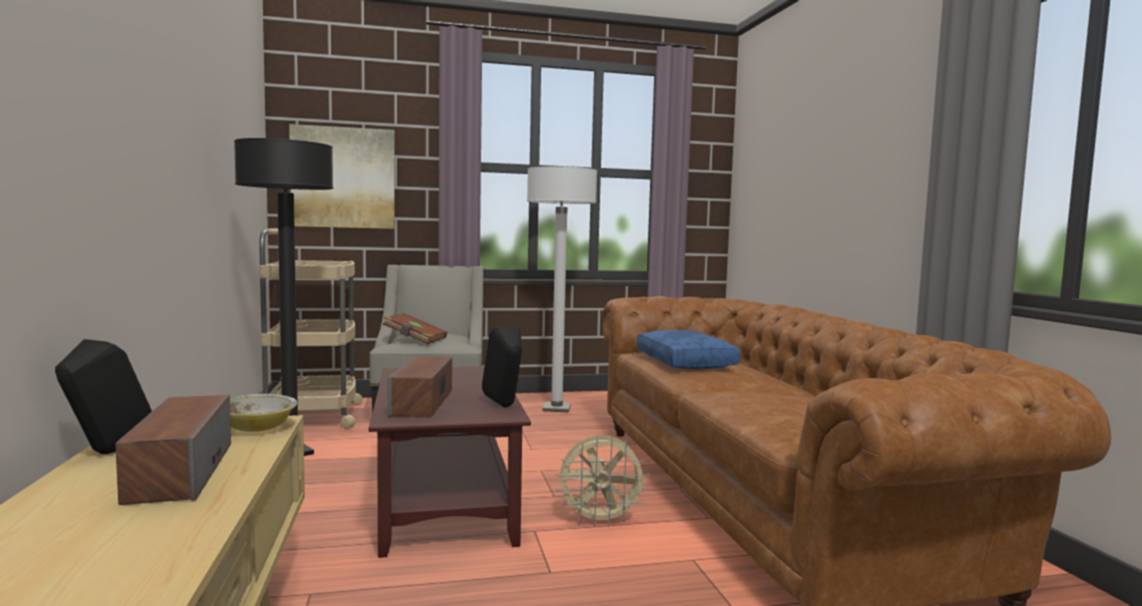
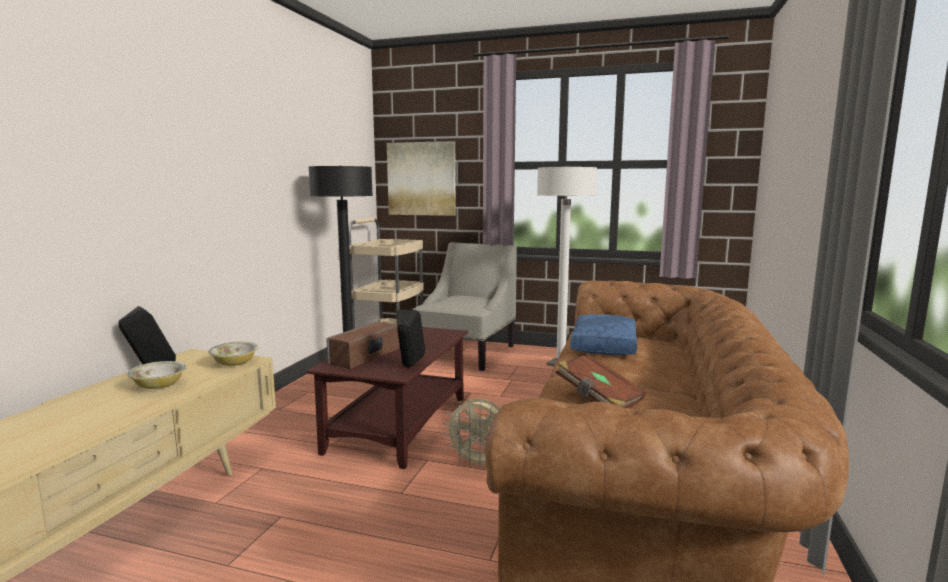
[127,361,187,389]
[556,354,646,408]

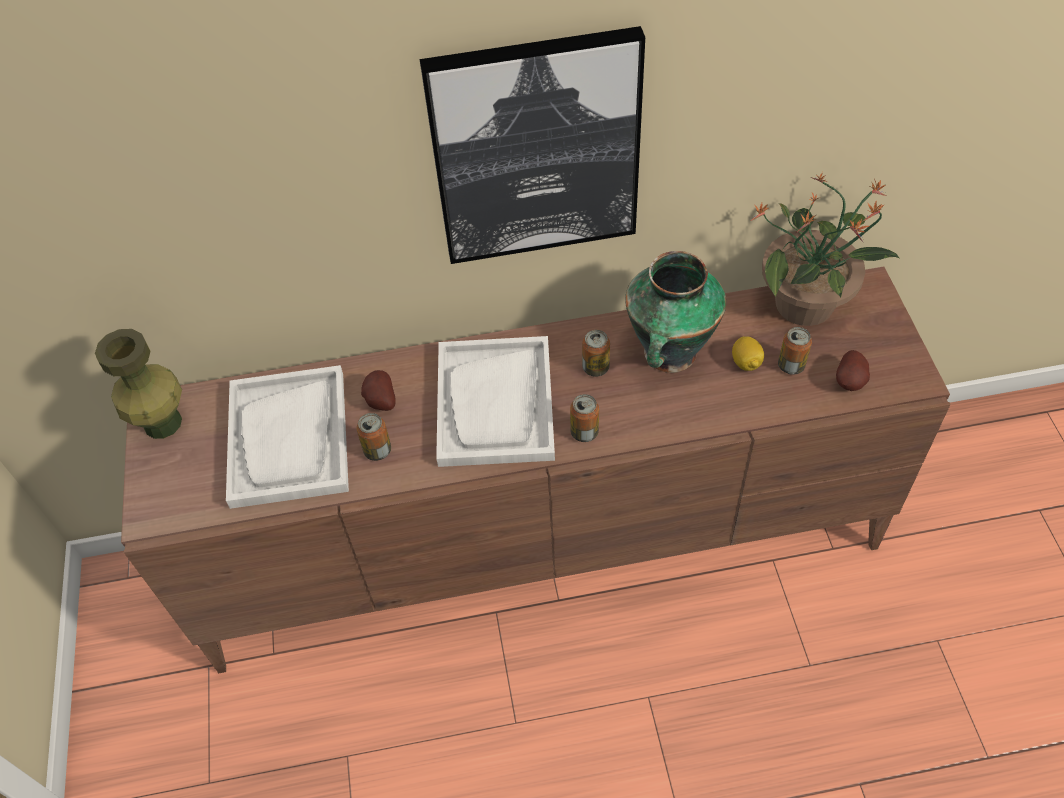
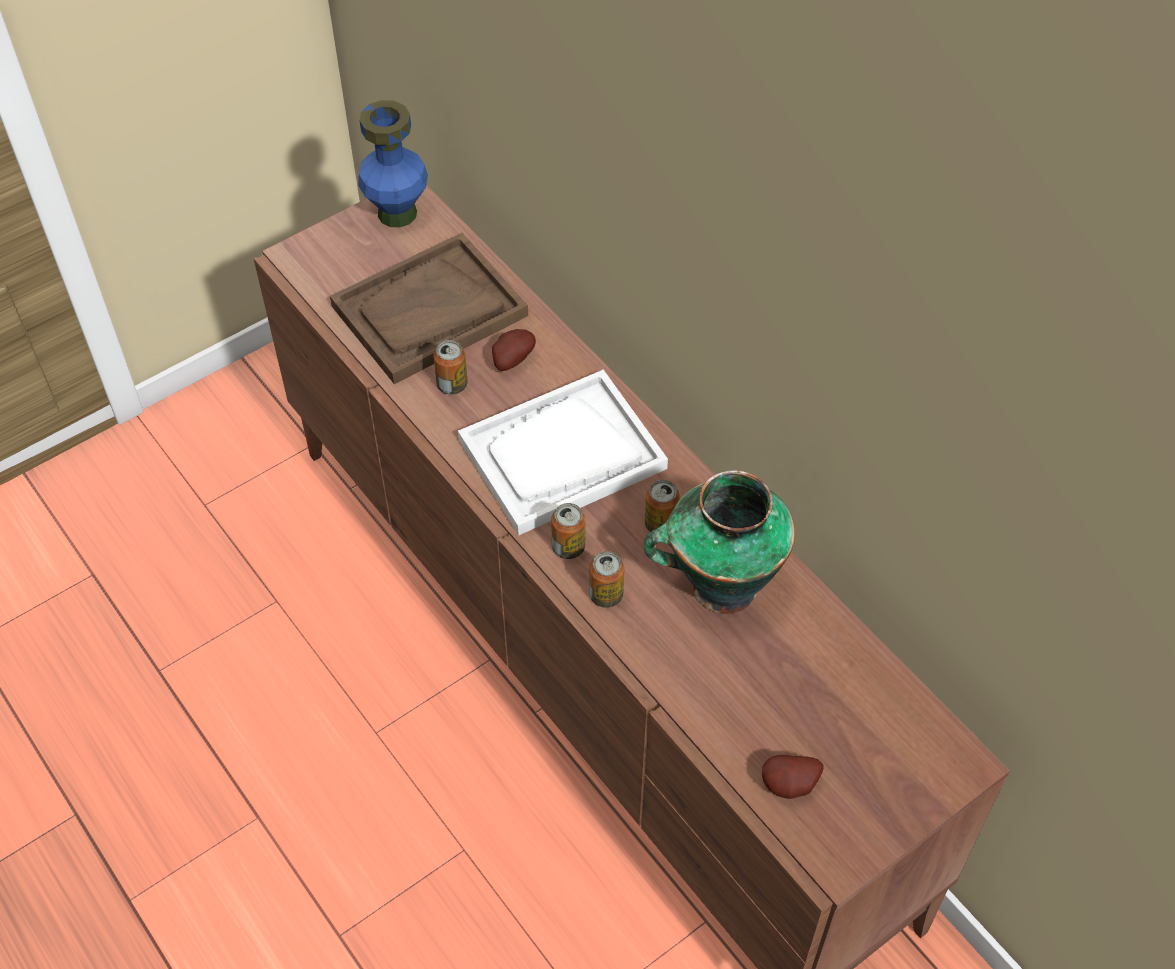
[358,100,428,227]
[330,233,528,384]
[419,26,645,264] (first image)
[732,336,764,371] (first image)
[751,172,899,326] (first image)
[589,551,624,608]

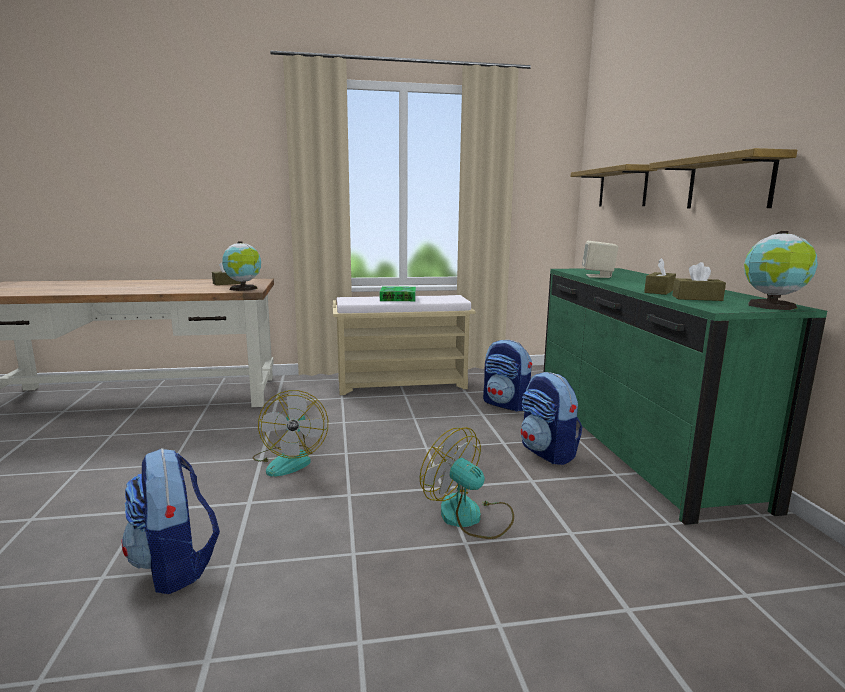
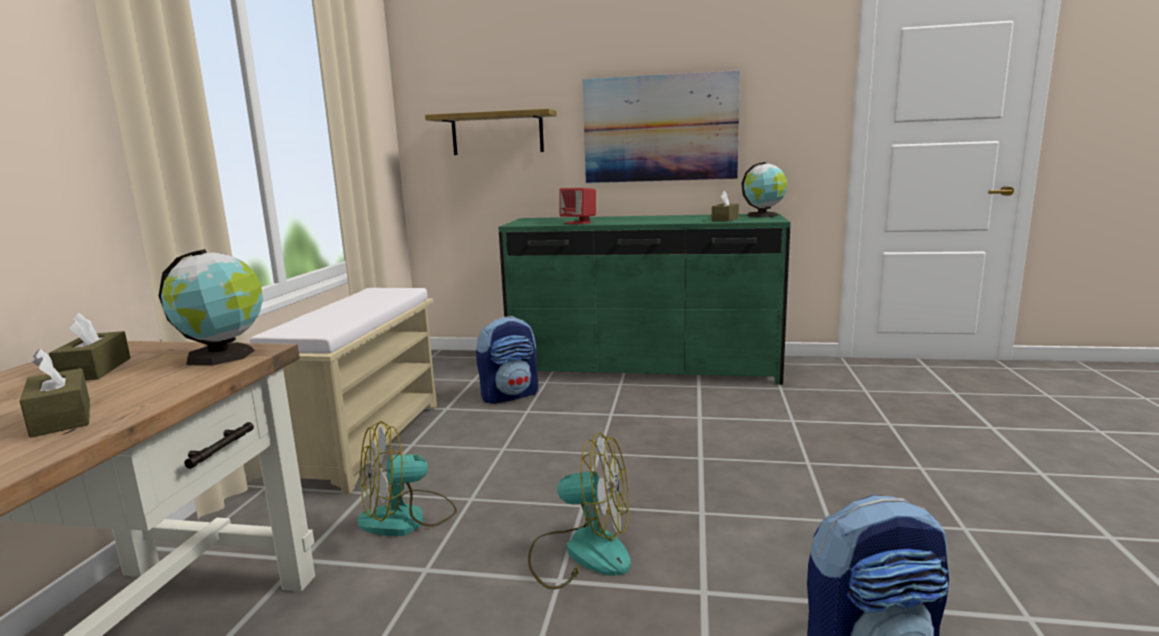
[380,286,416,301] (first image)
[357,421,457,536]
[521,372,582,465] (first image)
[559,188,596,224]
[20,349,90,438]
[583,70,740,183]

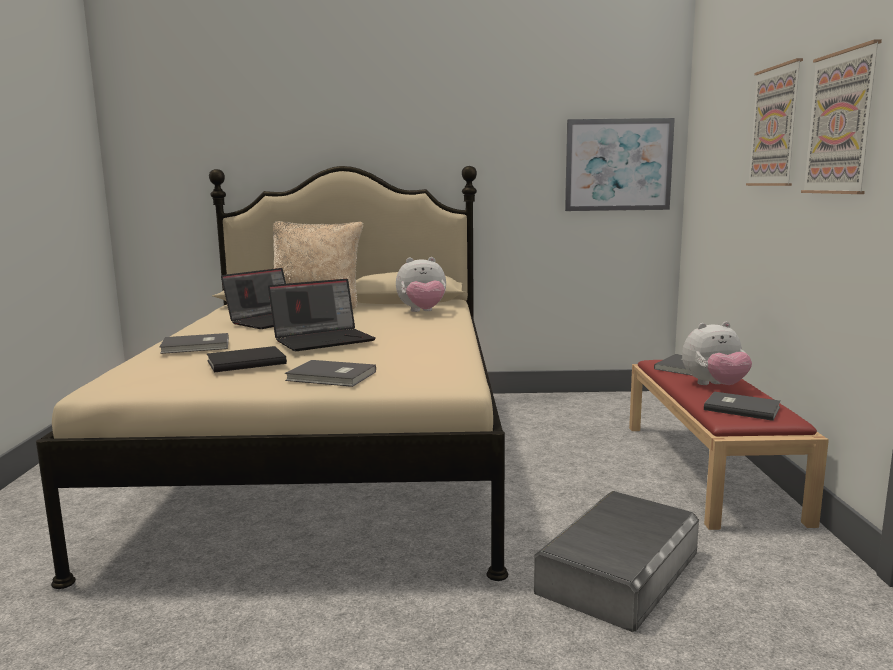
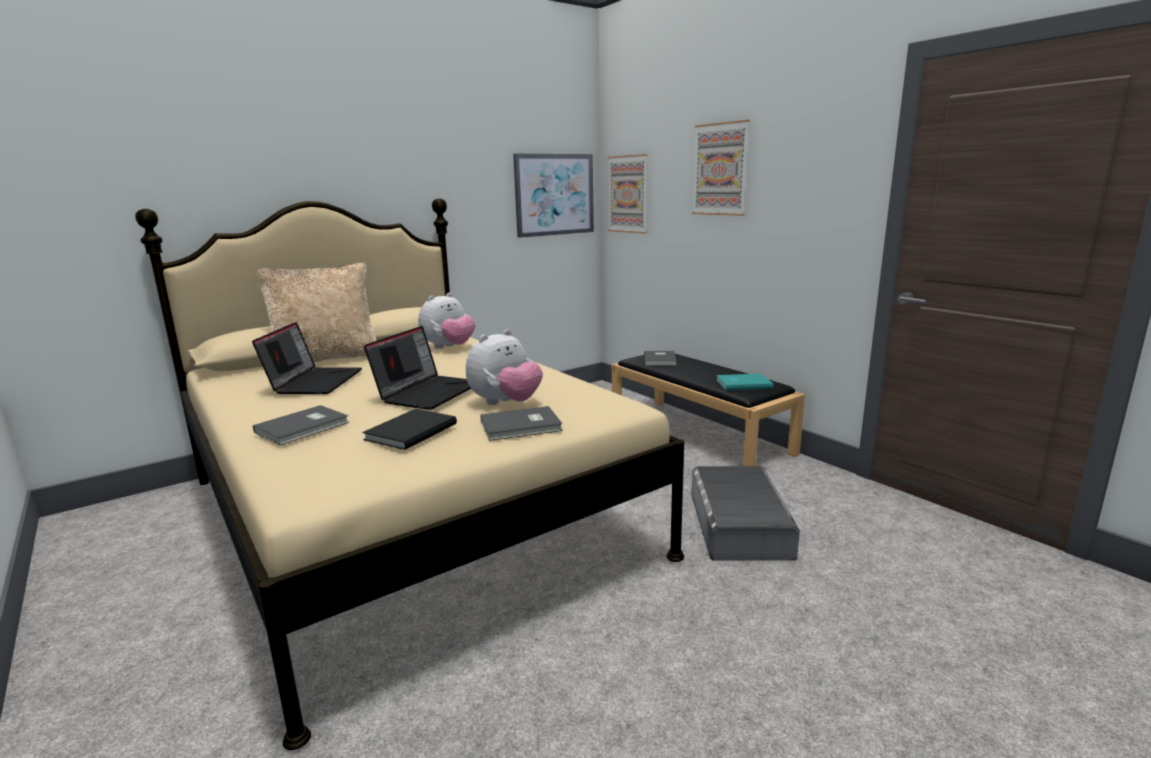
[612,354,805,466]
[466,329,543,405]
[716,373,773,390]
[608,154,648,234]

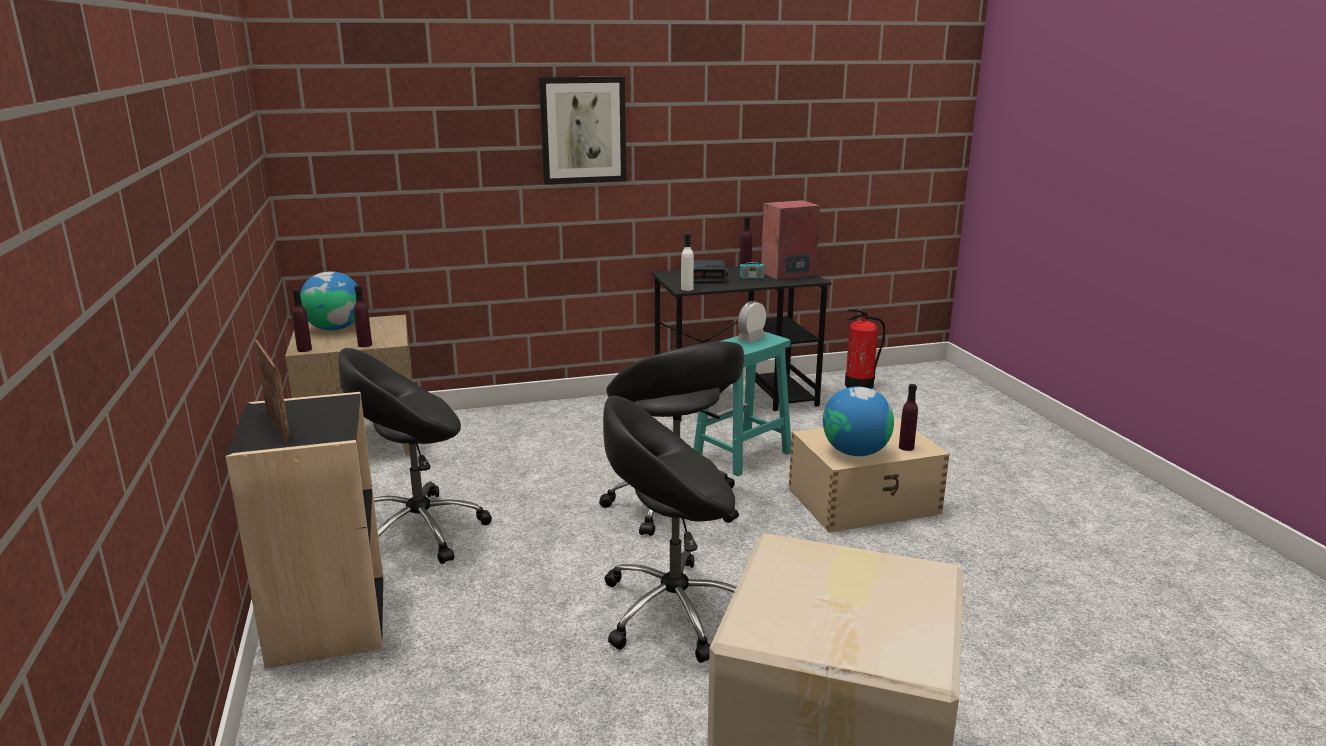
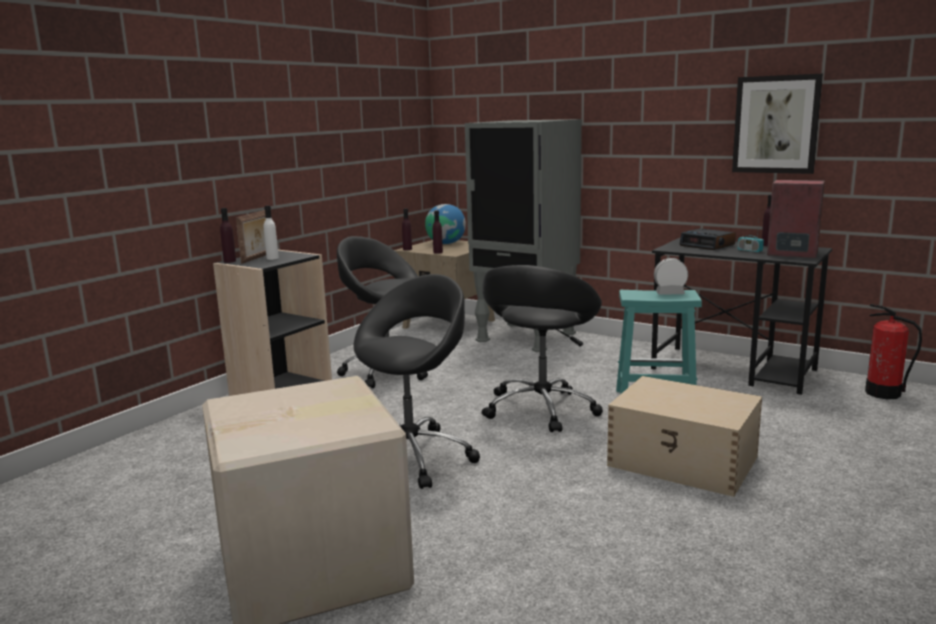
[732,74,823,174]
[353,274,480,489]
[264,205,279,260]
[823,387,894,456] (first image)
[220,208,236,263]
[465,119,582,352]

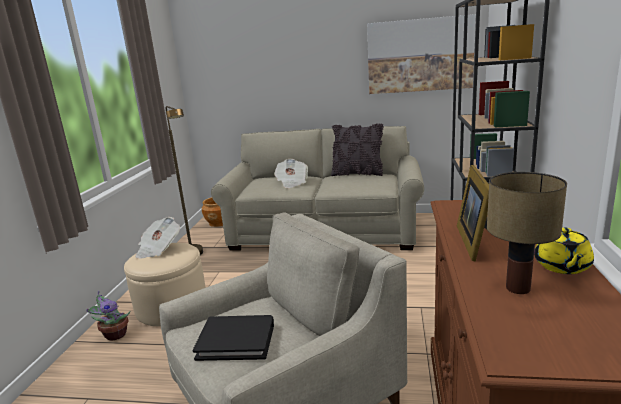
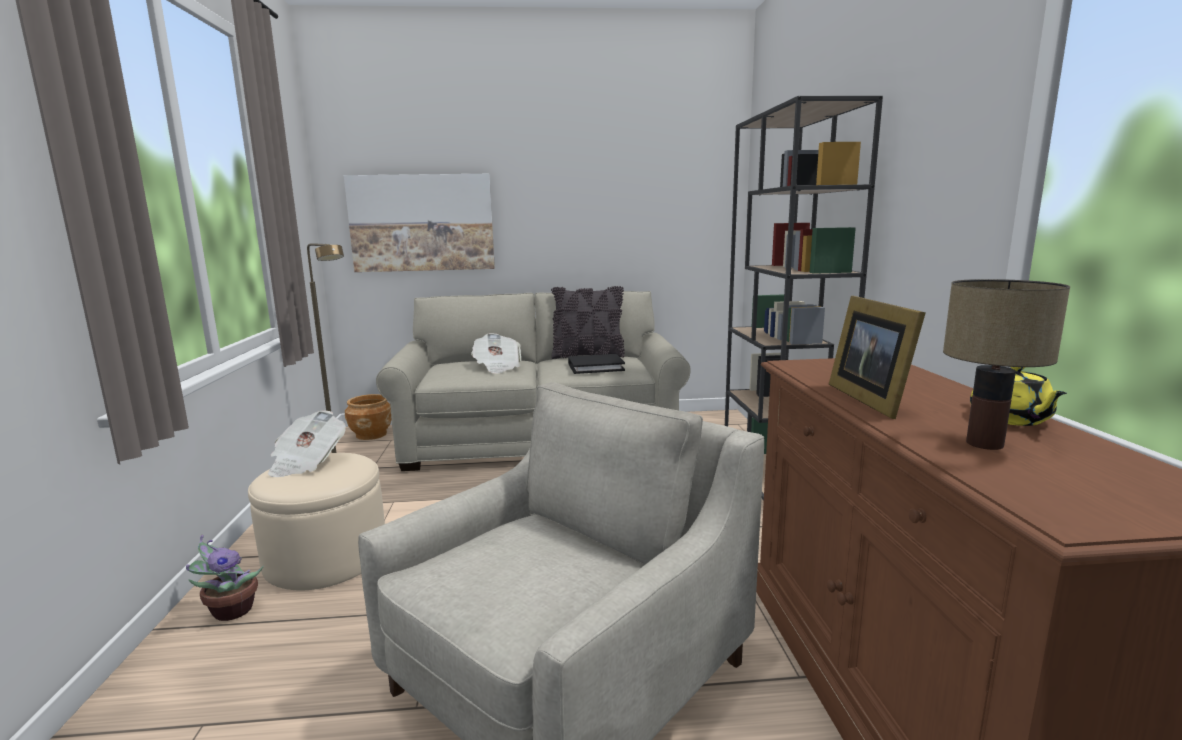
[568,354,625,374]
[344,174,495,272]

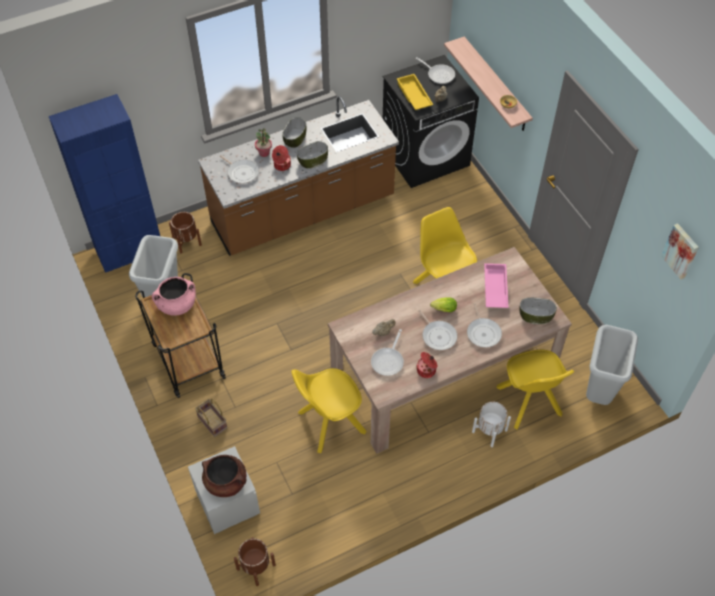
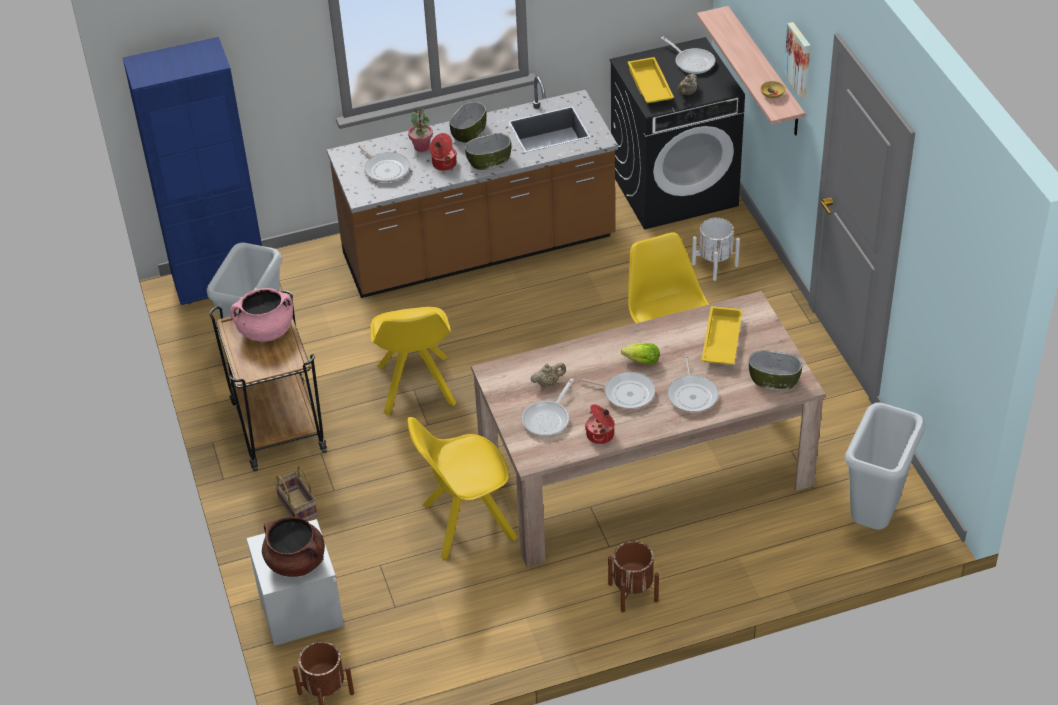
[608,541,659,612]
[579,372,655,409]
[692,218,740,281]
[701,306,743,365]
[370,307,457,415]
[784,22,811,98]

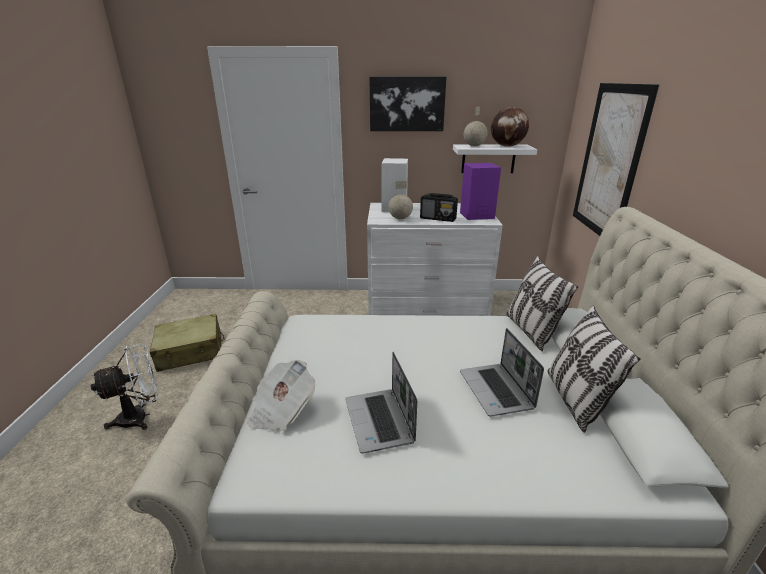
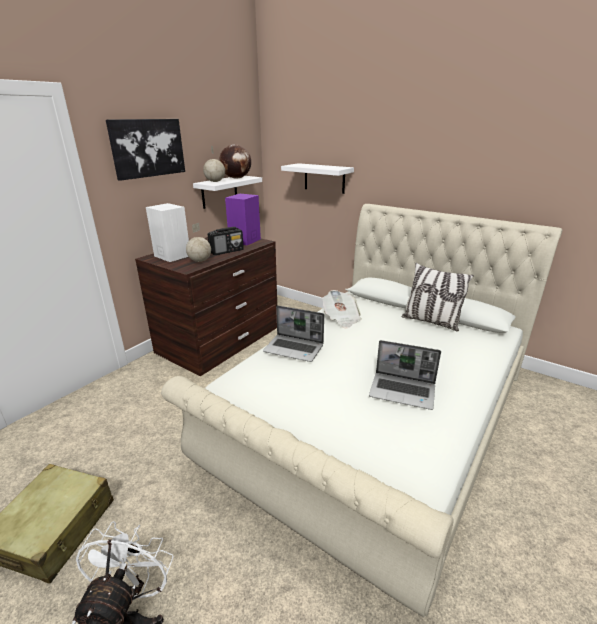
[323,290,362,329]
[135,237,277,376]
[263,305,324,362]
[506,256,578,351] (first image)
[281,163,354,194]

